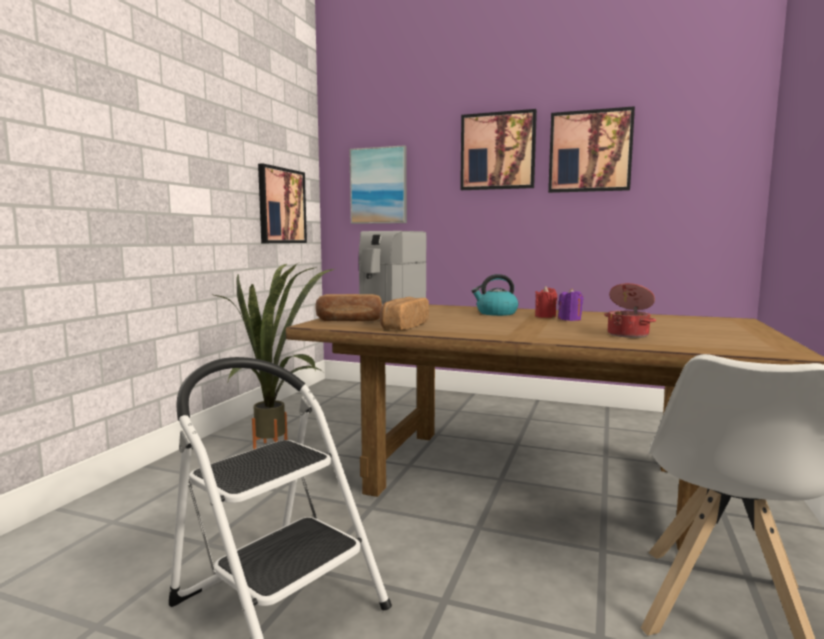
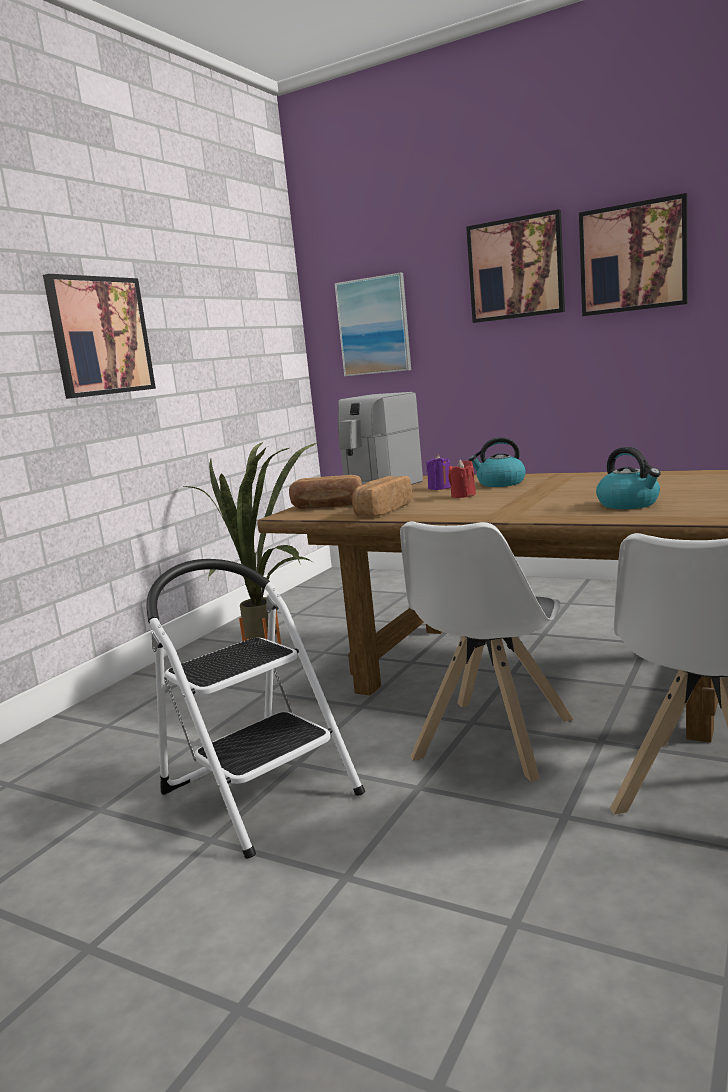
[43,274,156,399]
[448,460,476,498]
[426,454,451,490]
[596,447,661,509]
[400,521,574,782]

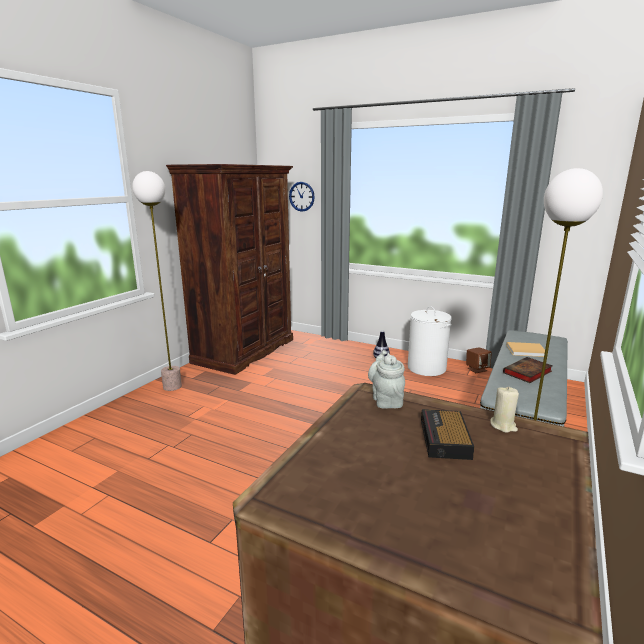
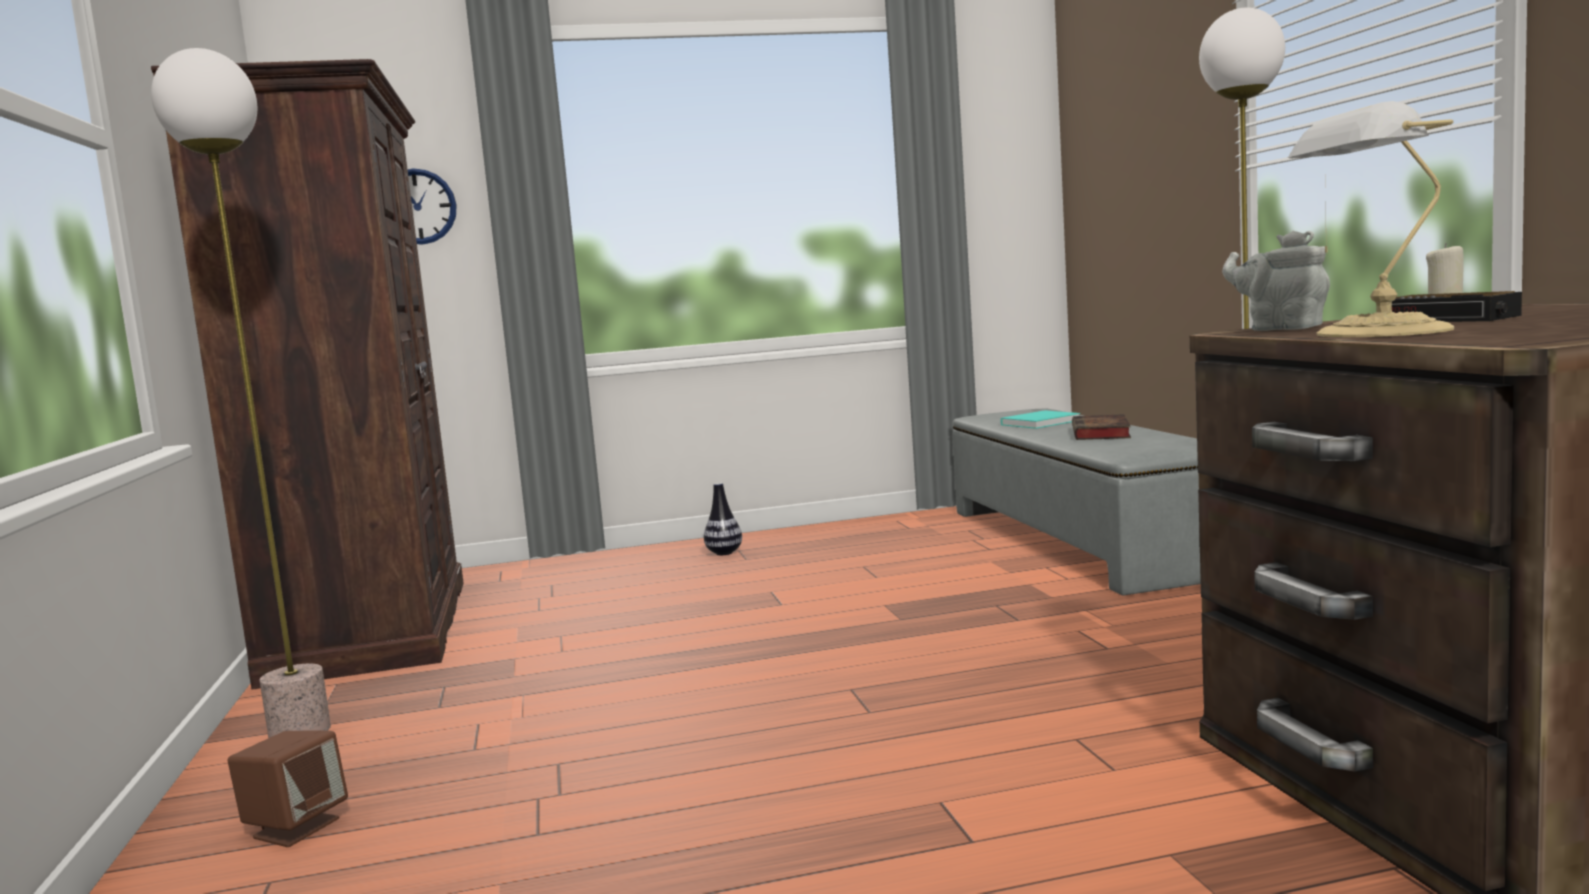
[408,306,452,376] (first image)
[228,730,348,847]
[1001,410,1081,429]
[1288,101,1454,337]

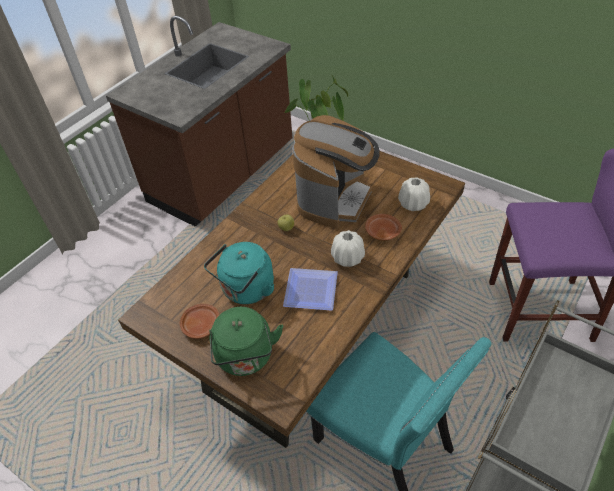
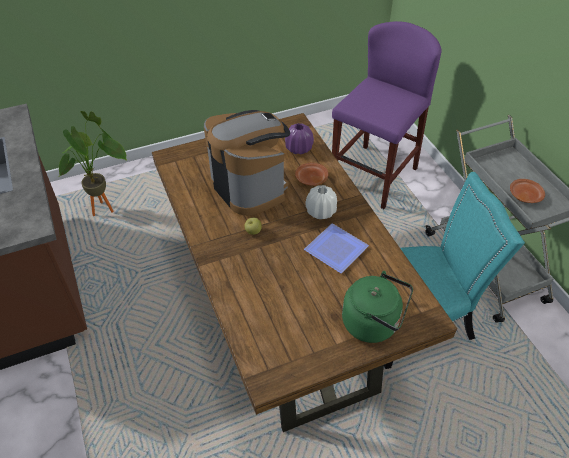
[510,179,545,203]
[204,242,274,304] (first image)
[285,123,314,154]

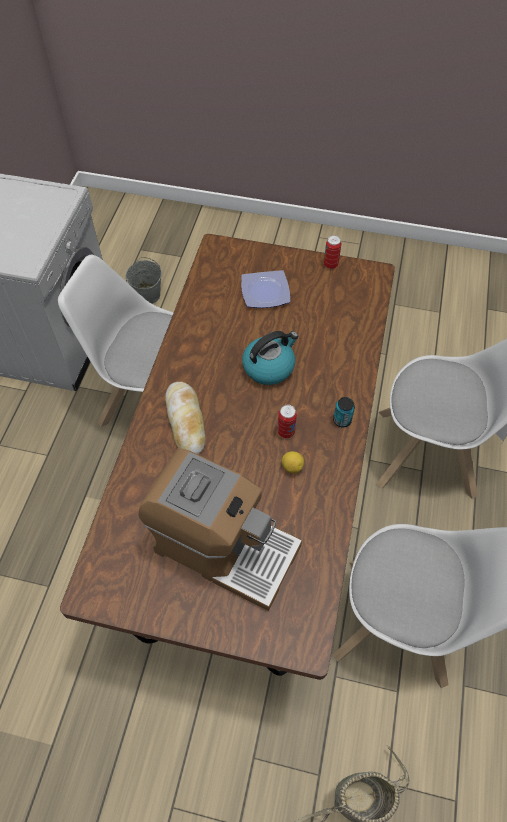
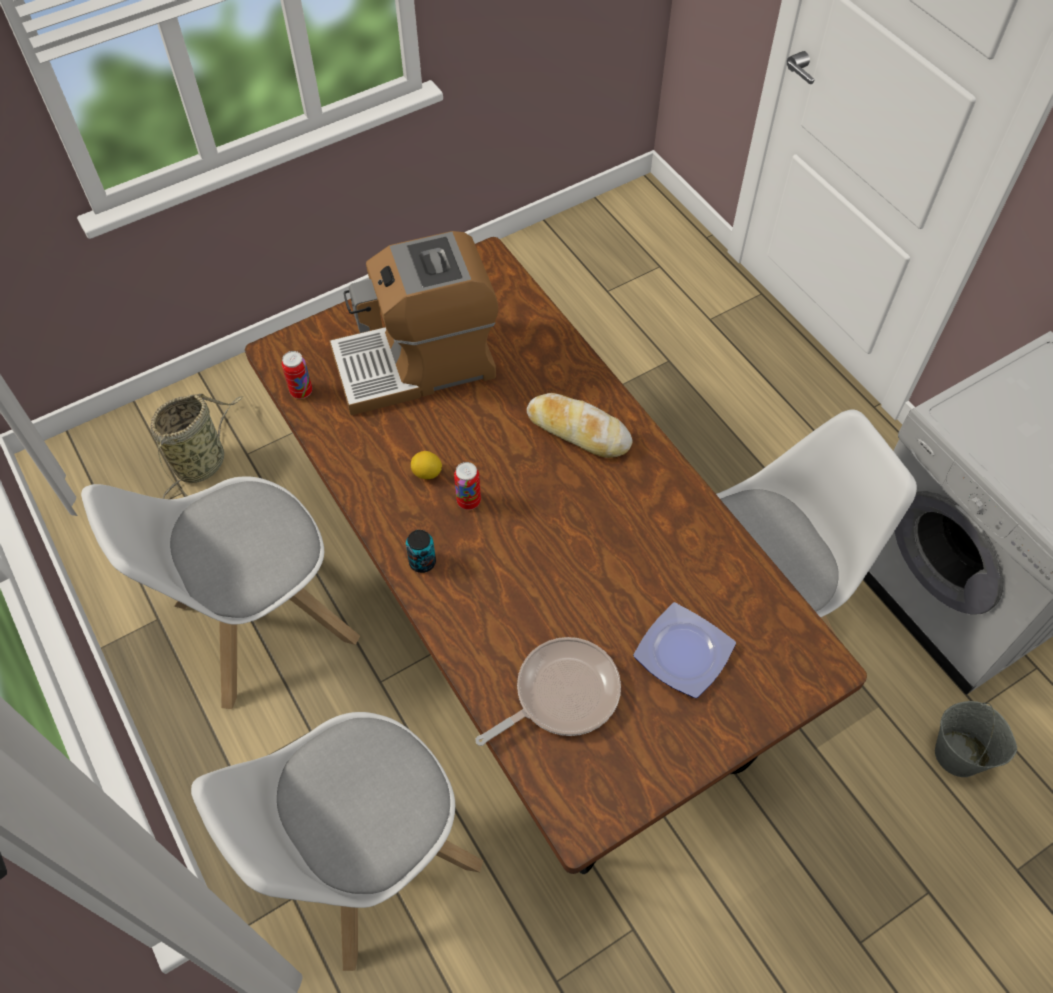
[242,331,298,385] (first image)
[282,351,312,399]
[475,637,621,746]

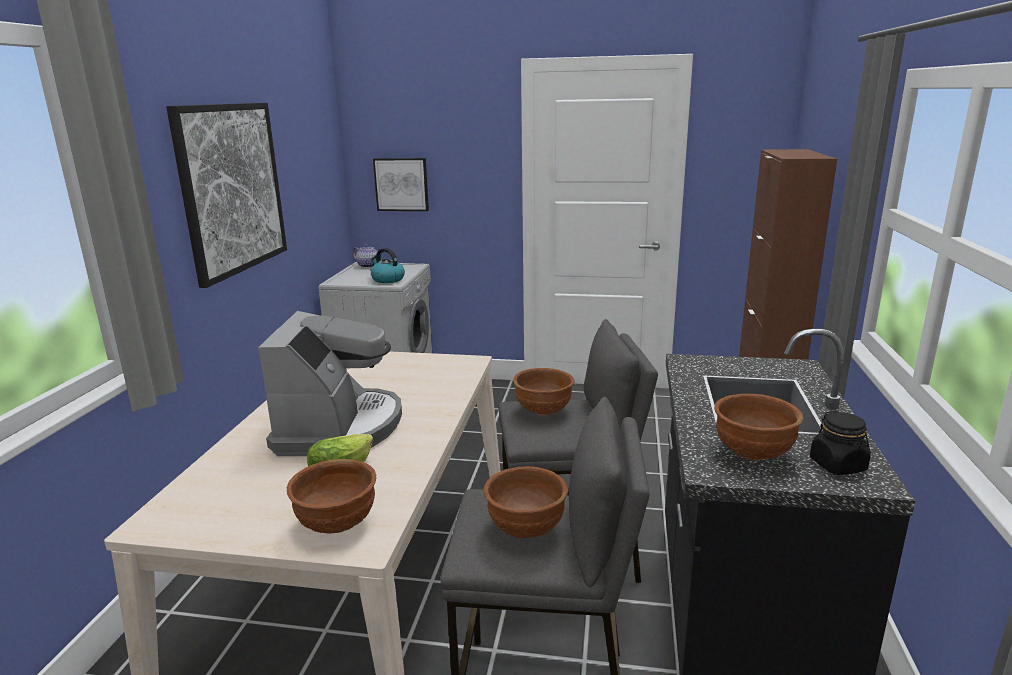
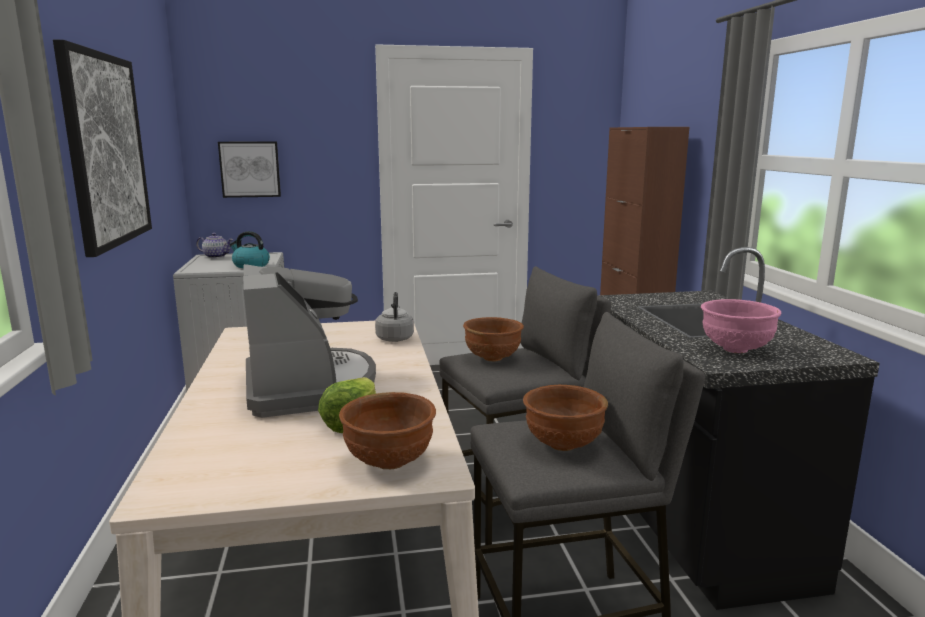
[701,299,781,353]
[810,411,871,475] (first image)
[375,292,414,342]

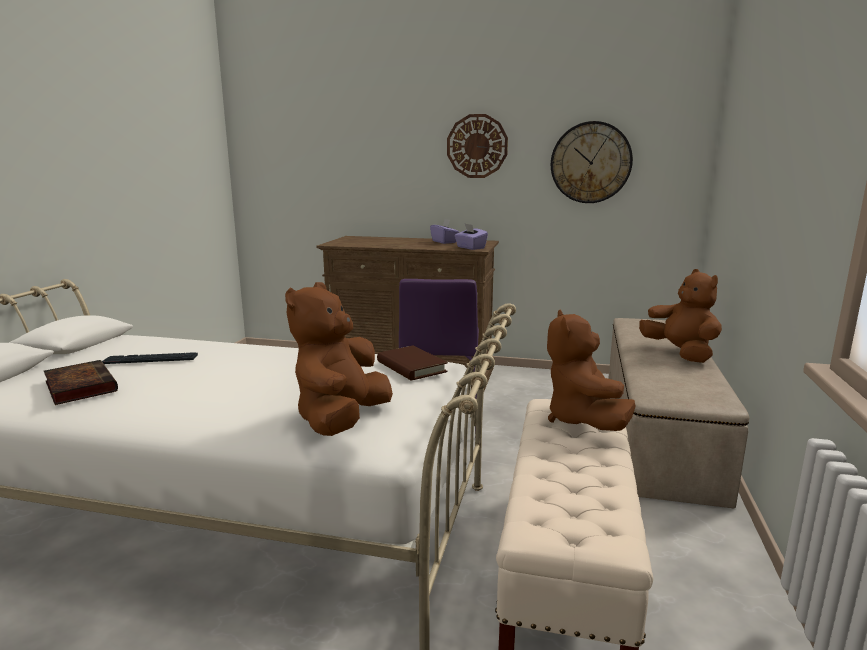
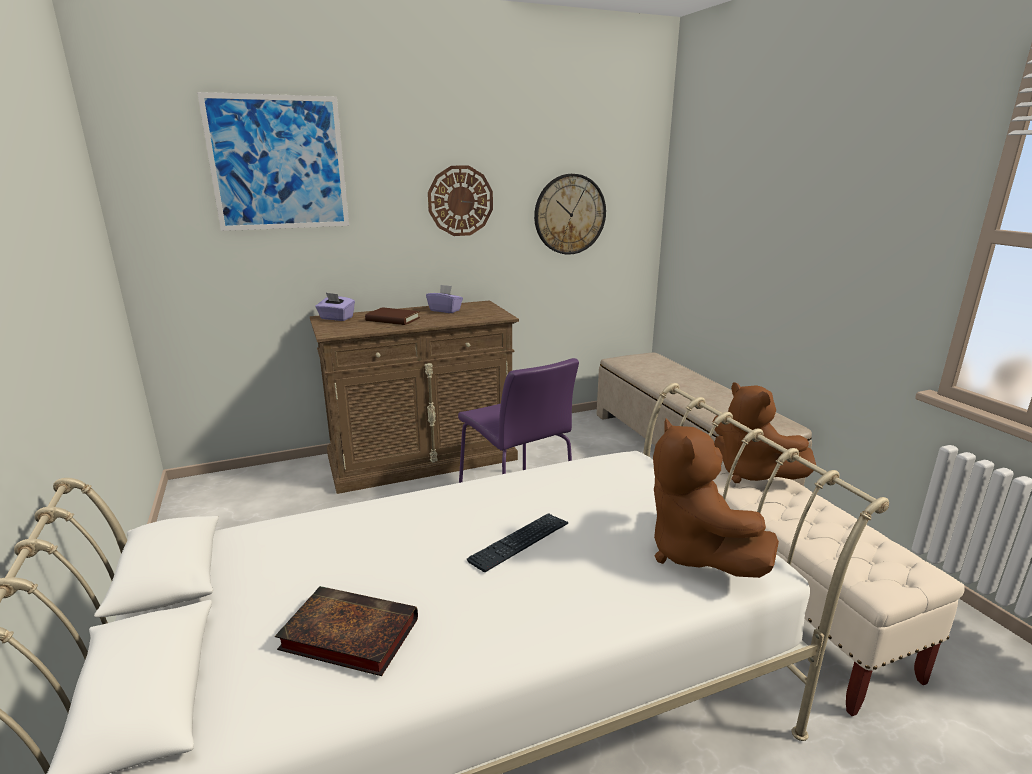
[467,513,568,572]
[365,307,420,325]
[315,293,355,321]
[639,269,722,363] (first image)
[197,92,349,231]

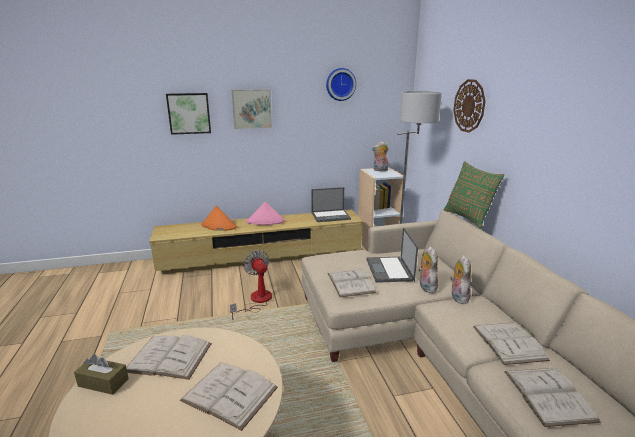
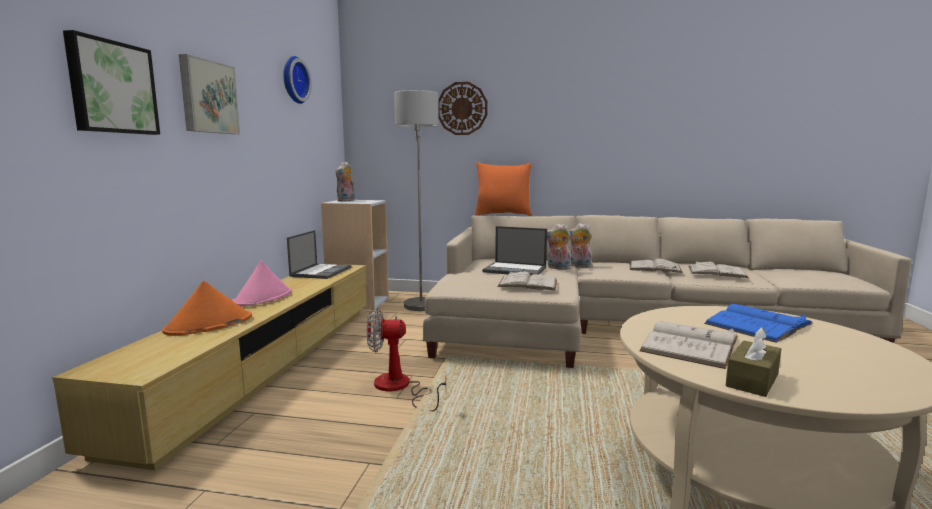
[704,304,813,343]
[475,162,532,216]

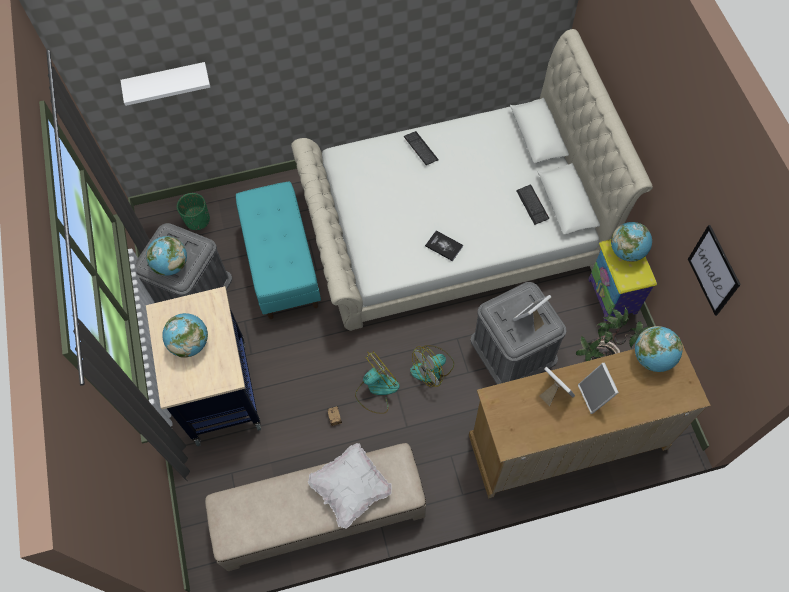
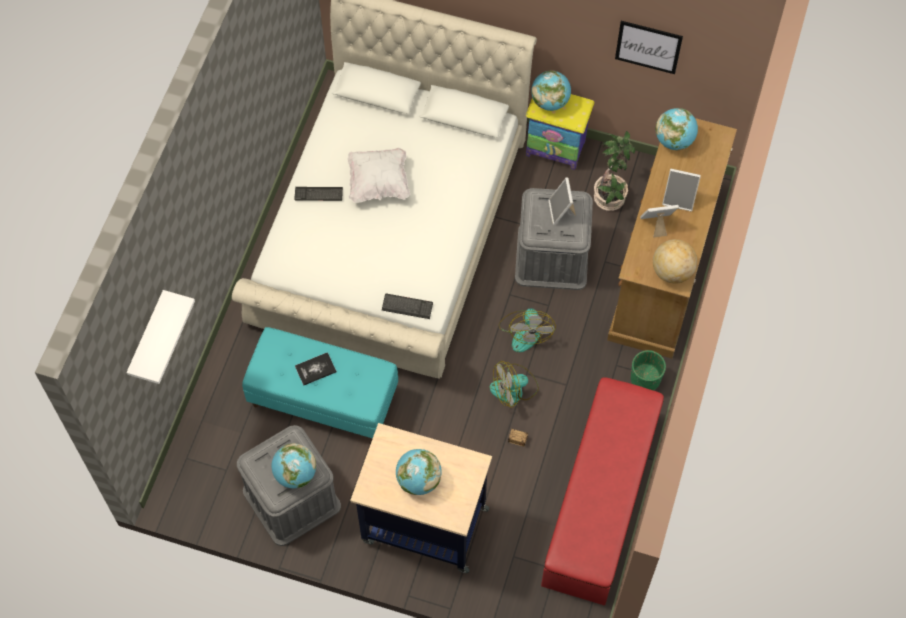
[631,350,666,390]
[541,377,664,605]
[347,147,410,203]
[489,361,539,407]
[295,352,337,386]
[382,294,433,319]
[653,239,697,284]

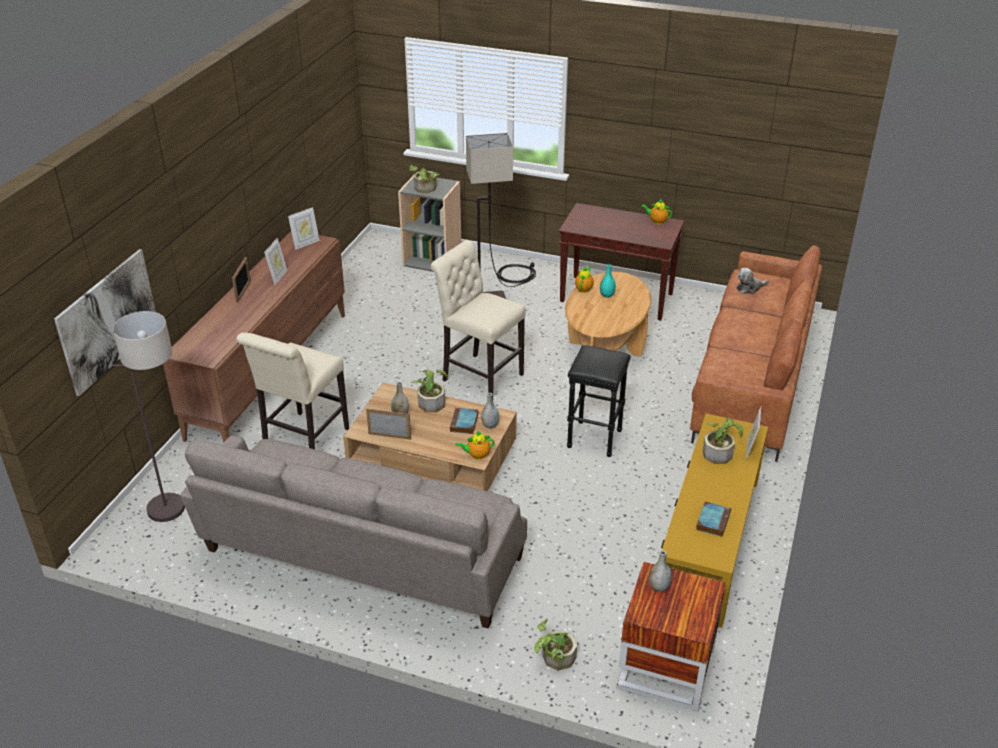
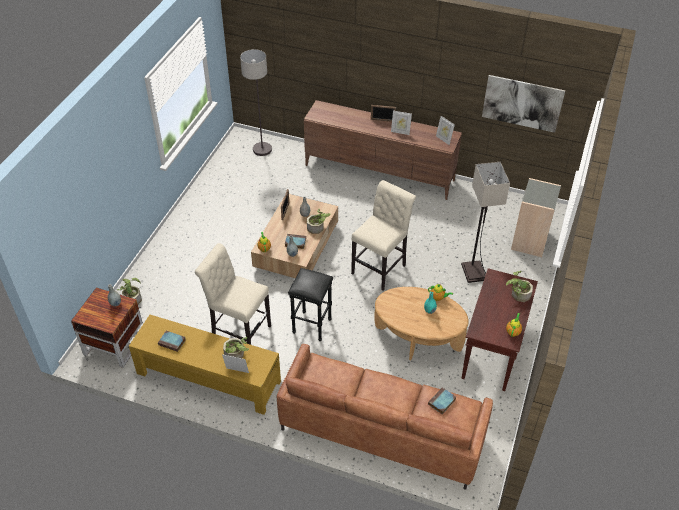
[482,75,565,133]
[180,435,527,629] (first image)
[195,243,271,345]
[506,271,533,302]
[428,387,456,414]

